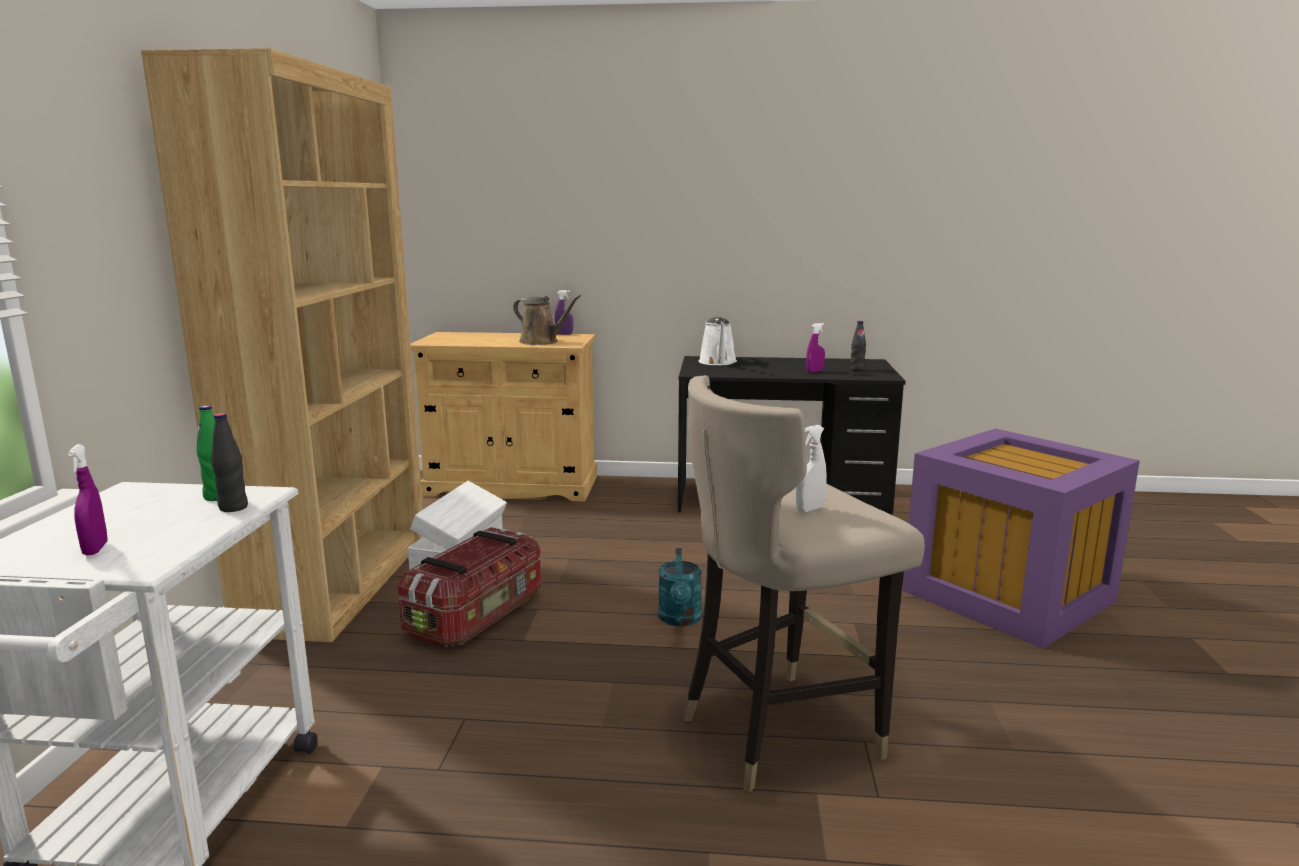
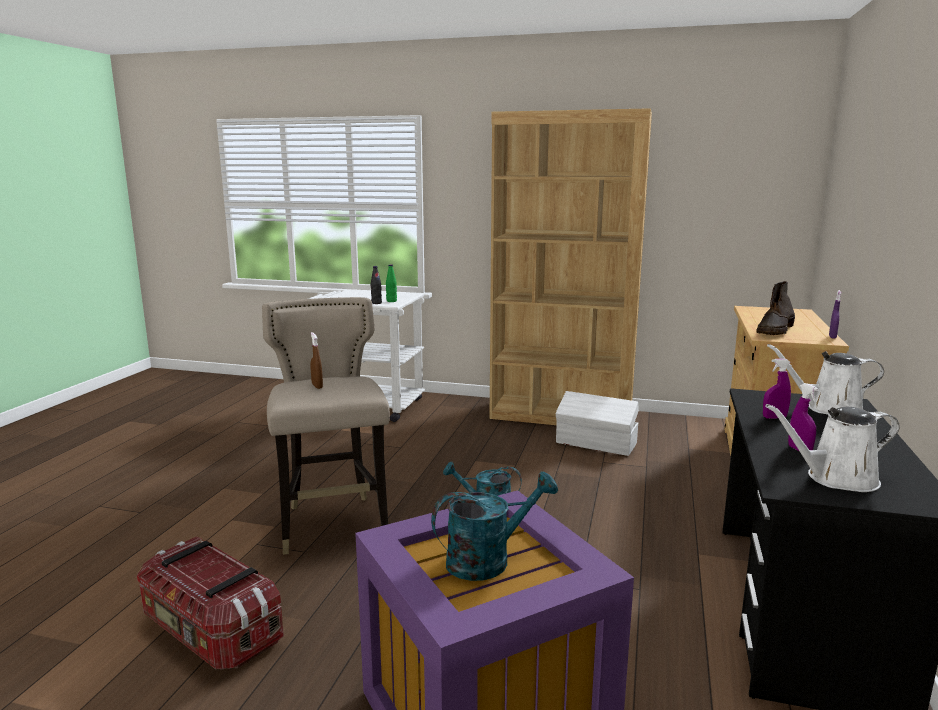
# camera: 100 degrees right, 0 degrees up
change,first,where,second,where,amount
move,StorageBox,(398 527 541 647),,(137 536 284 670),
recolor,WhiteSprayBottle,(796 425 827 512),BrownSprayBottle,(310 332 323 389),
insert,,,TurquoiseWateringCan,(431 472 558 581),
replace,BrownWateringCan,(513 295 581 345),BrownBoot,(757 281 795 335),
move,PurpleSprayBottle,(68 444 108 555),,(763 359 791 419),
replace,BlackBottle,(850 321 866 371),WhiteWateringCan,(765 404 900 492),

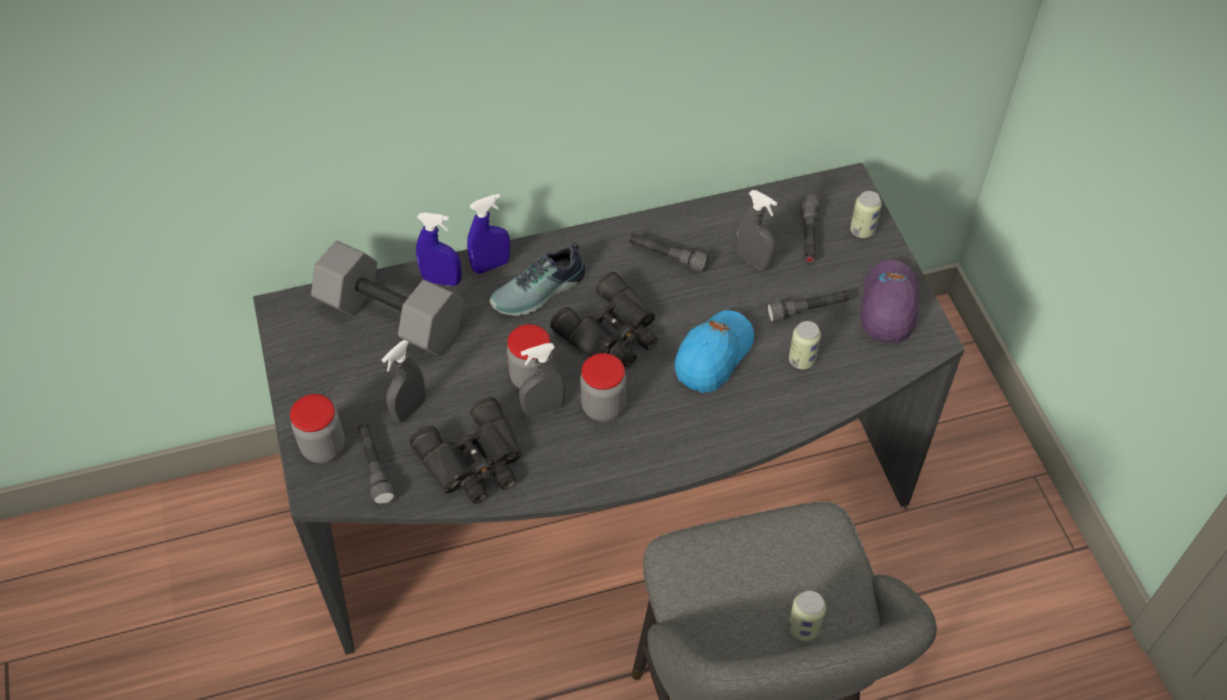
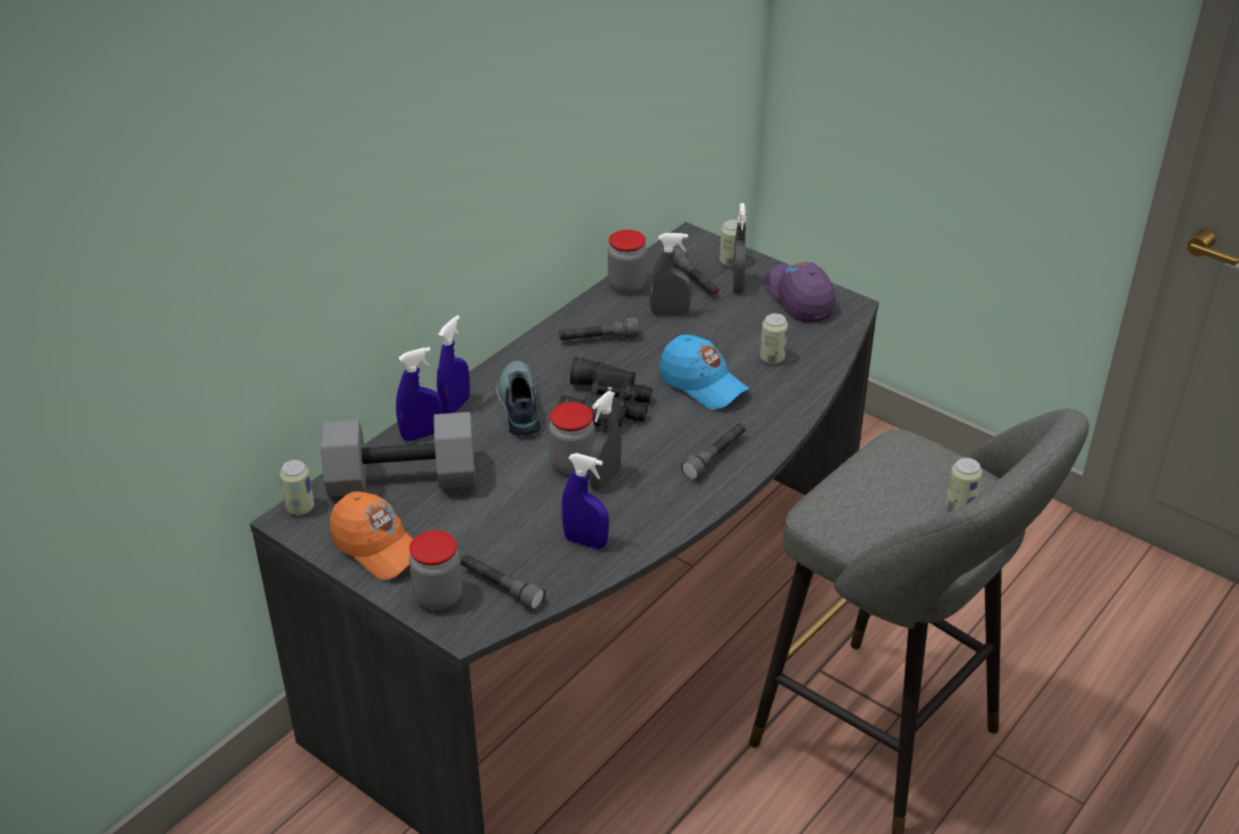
# camera: 35 degrees left, 15 degrees down
change,first,where,second,where,amount
insert,,,Can,(280 459 314 515),
insert,,,OrangeCap,(330 491 413 580),
rotate,Shoe,(489 242 586 316),,(496 361 541 436),150 degrees clockwise
replace,BlackBinoculars,(409 397 522 504),BlueSprayBottle,(561 453 609 549),
move,Jar,(580 353 626 422),,(608 230 647 294),
rotate,BlueCap,(674 310 754 393),,(660 335 749 409),135 degrees clockwise
move,GreyFlashlight,(766 291 850 323),,(681 423 745 480),
move,GreySprayBottle,(381 340 426 423),,(733 203 746 293),

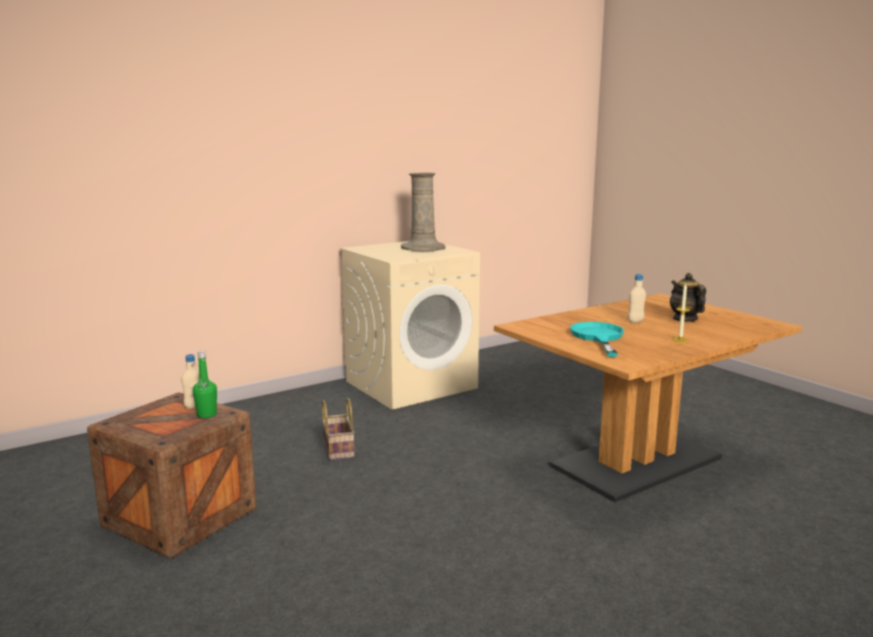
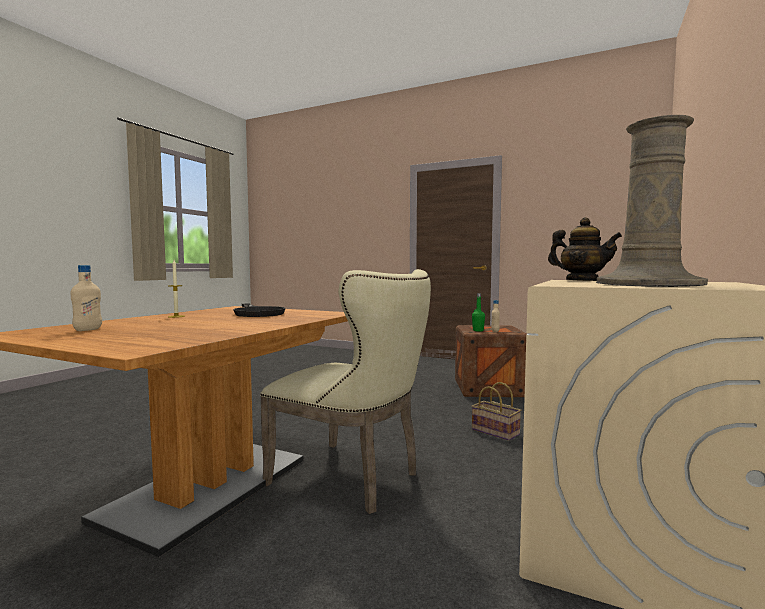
# camera: 150 degrees right, 10 degrees down
change,first,where,second,where,amount
move,BeigeBottle,(628 274 646 323),,(70 265 102 331),
recolor,TurquoiseFryingPan,(570 322 624 357),BlackFryingPan,(233 304 286 317),
insert,,,BeigeChair,(260 269 431 514),
move,Teapot,(670 273 706 322),,(548 217 622 281),

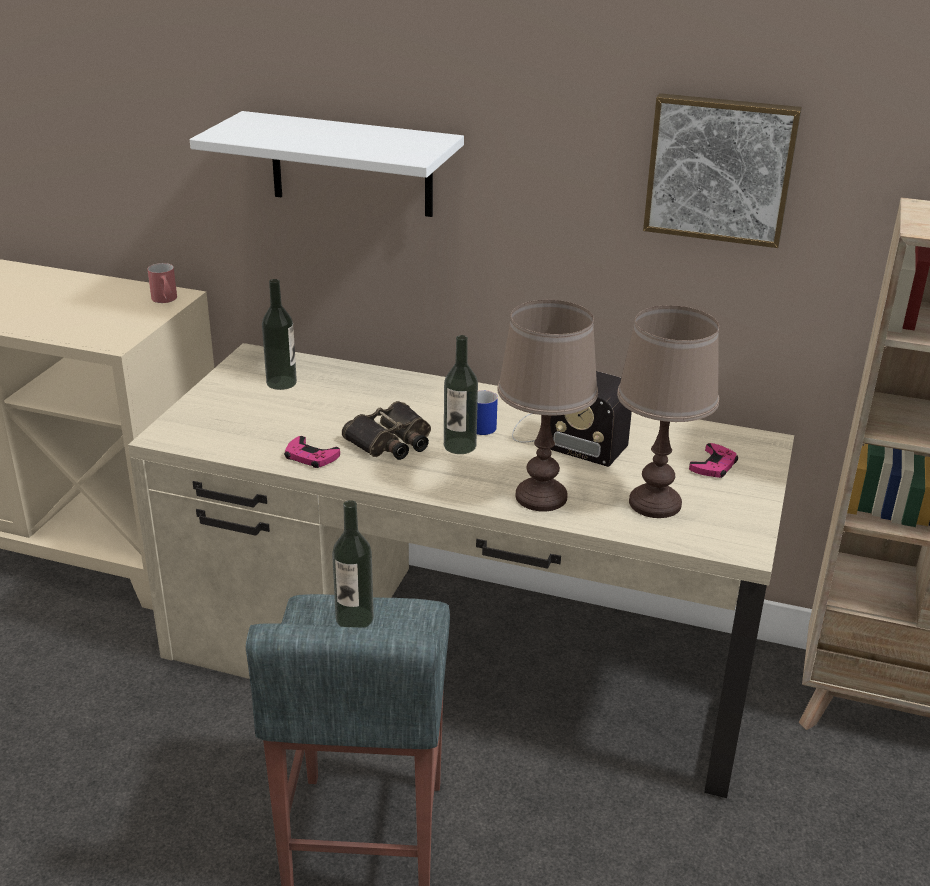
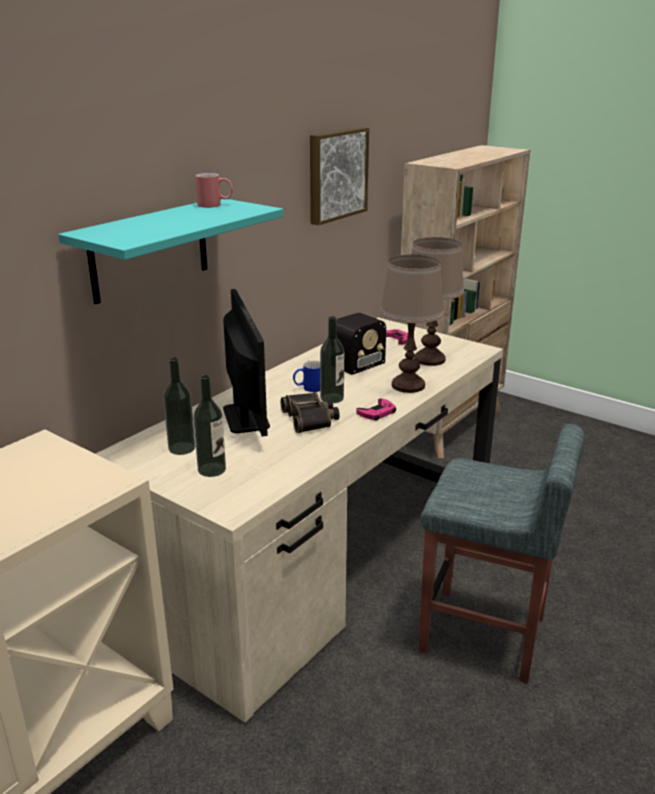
# camera: 70 degrees left, 5 degrees down
change,first,where,second,where,amount
recolor,WhiteShelf,(190 111 464 217),TurquoiseShelf,(58 199 283 304),
move,Bottle,(332 500 374 628),,(193 375 226 477),
move,RedMug,(147 263 177 303),,(195 173 233 208),
insert,,,Monitor,(223 289 270 436),
move,PinkGameController,(284 436 340 468),,(356 398 396 421),

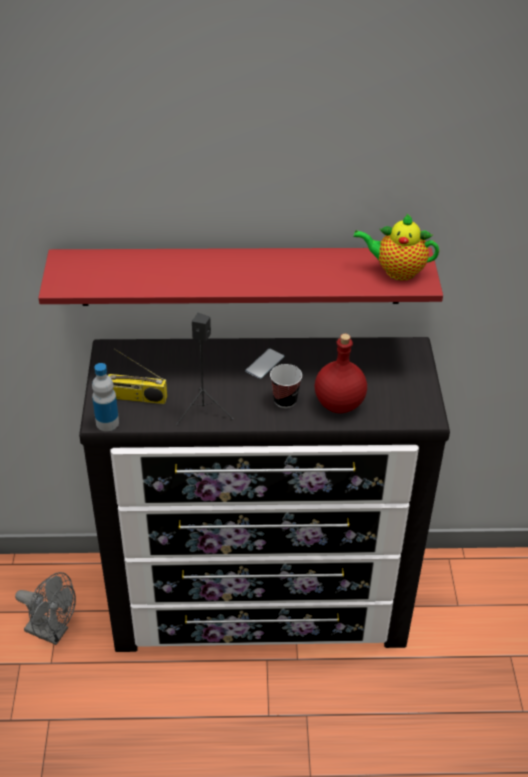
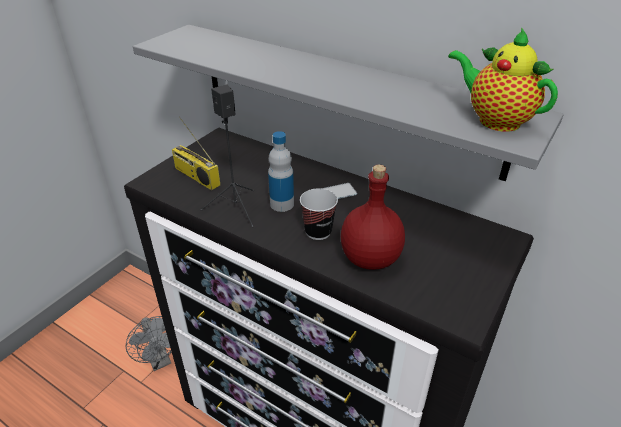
# camera: 35 degrees right, 5 degrees down
change,first,where,second,where,amount
recolor,RedShelf,(38 248 443 306),GreyShelf,(133 25 564 181),
move,Bottle,(92 363 119 431),,(268 131 294 212),

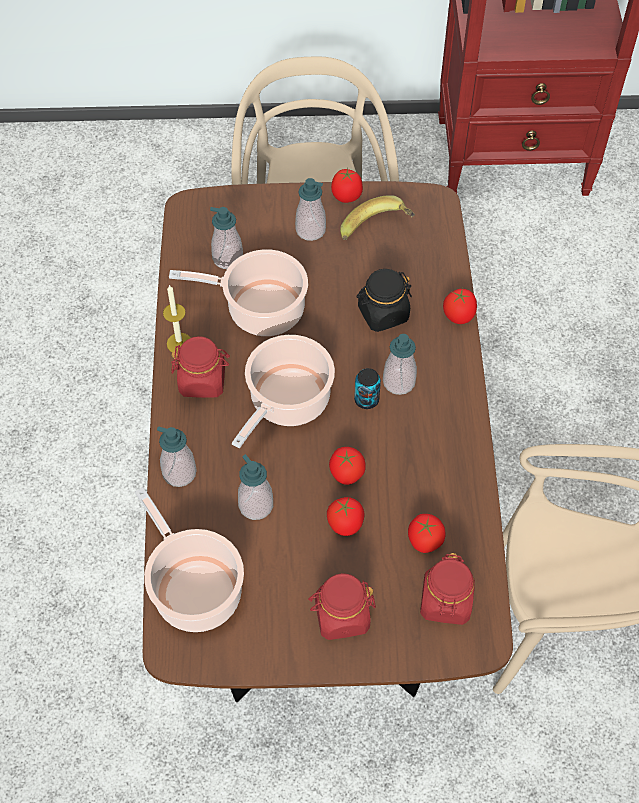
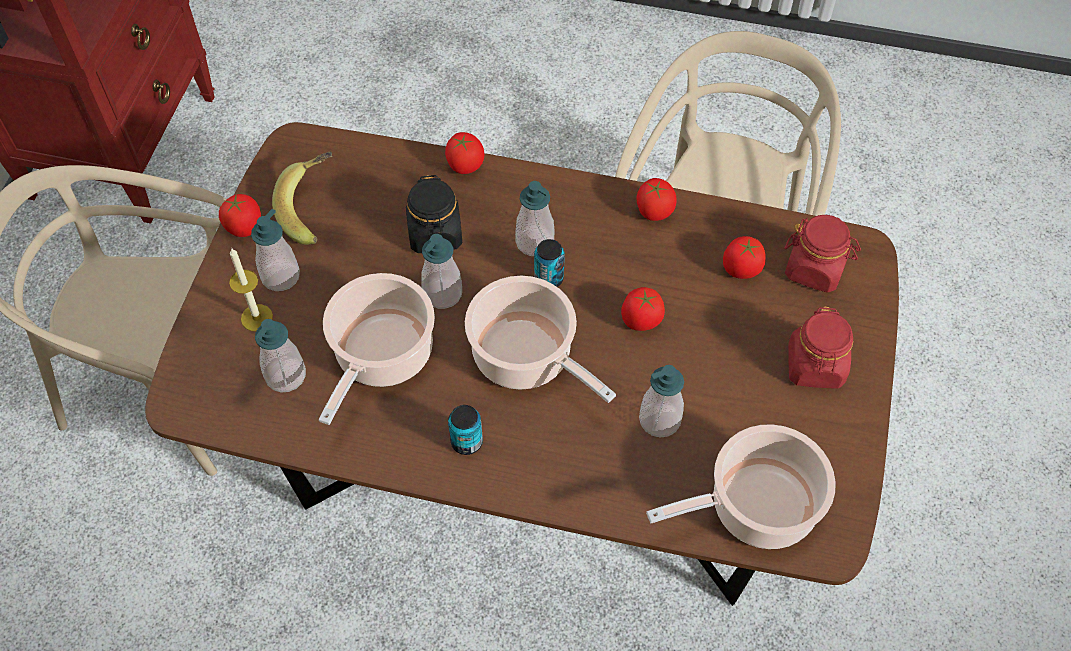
# camera: 75 degrees left, 0 degrees up
change,first,where,second,where,amount
move,Candle,(163 285 190 352),,(229 248 273 331),
move,SoapDispenser,(157 426 197 487),,(421 234 462 309),
replace,RedJar,(171 336 230 398),Can,(448 405 483 455),
move,Tomato,(327 497 365 536),,(637 178 676 221),

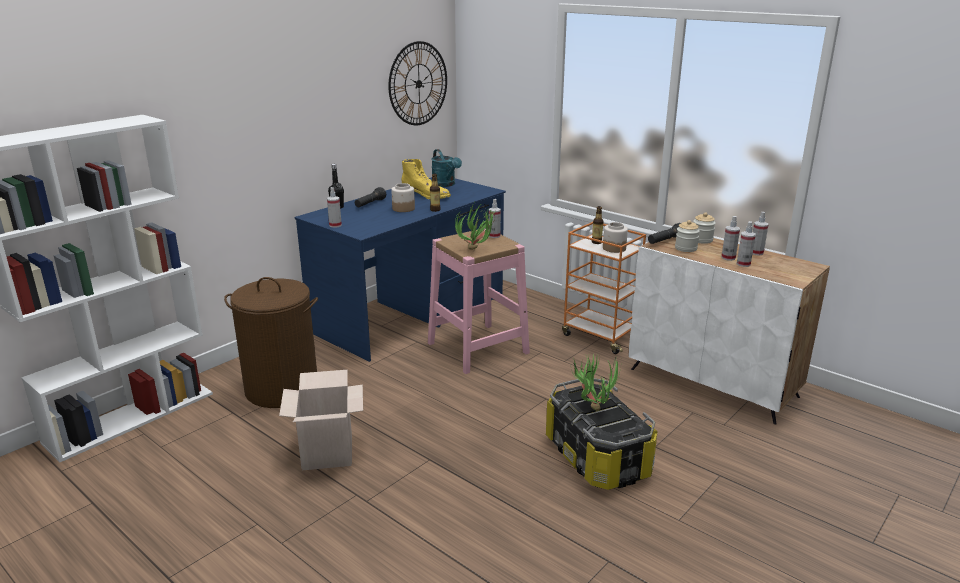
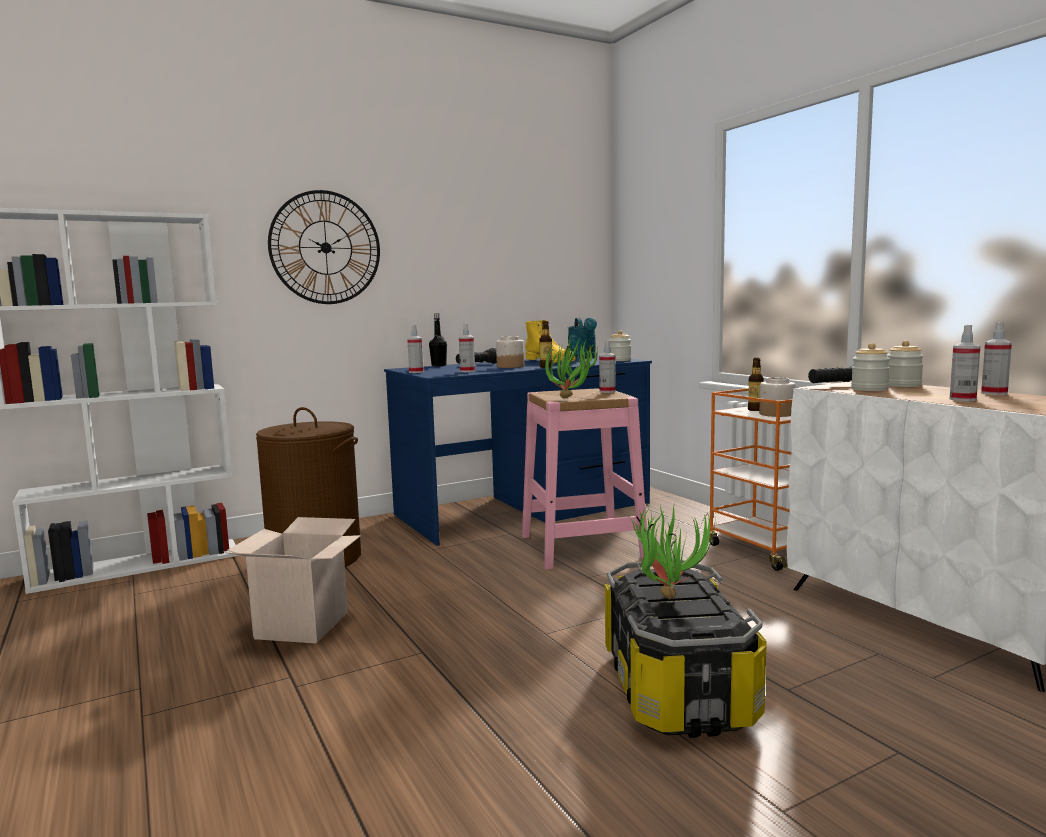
# camera: 20 degrees right, 15 degrees down
change,first,where,second,where,amount
move,WallClock,(388 41 447 125),,(268 190 380 304),
move,SprayBottle,(721 216 740 261),,(459 324 475 372),
insert,,,Jar,(609 330 631 361),

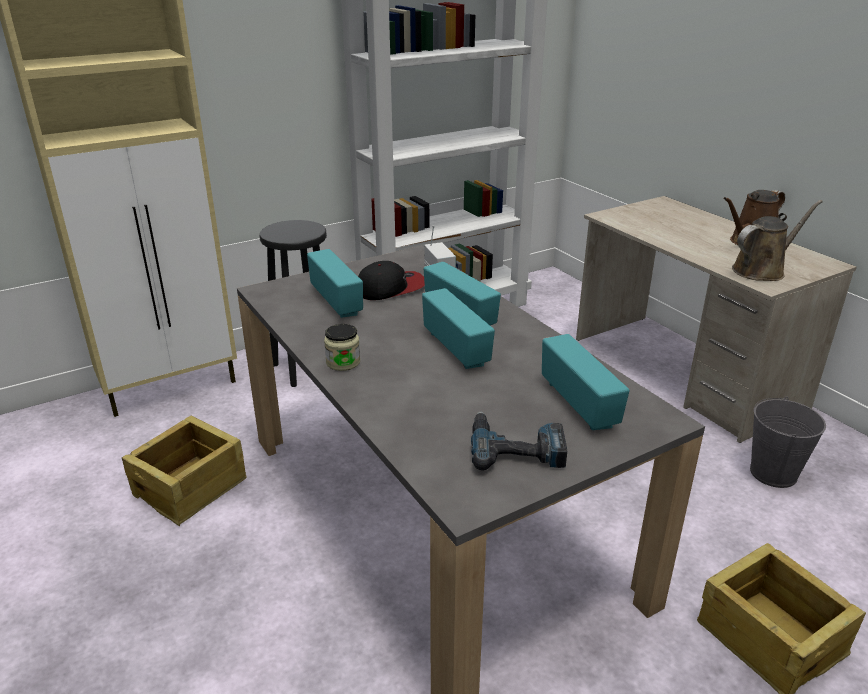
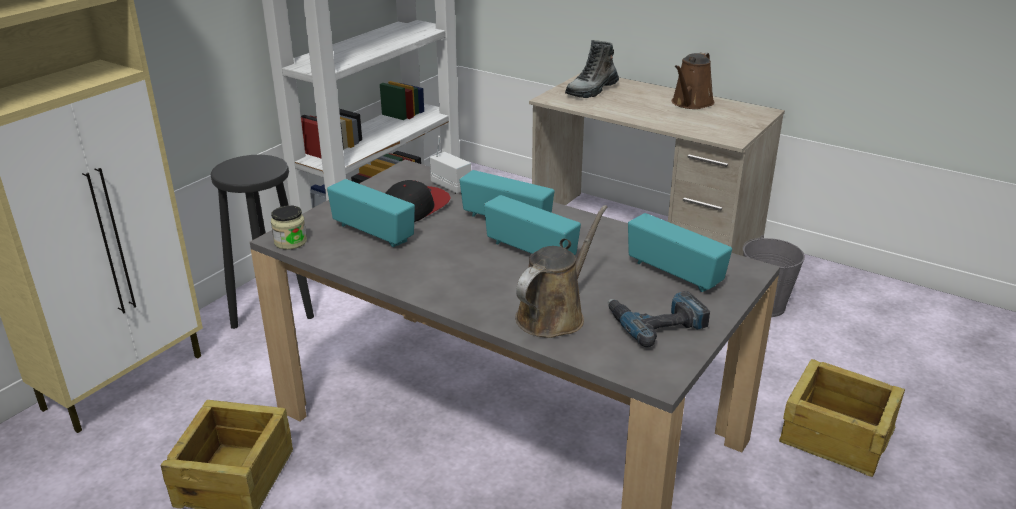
# camera: 25 degrees left, 0 degrees up
change,first,where,second,where,amount
move,Jar,(324 324 360 371),,(271 205 307 250),
move,BrownWateringCan,(732 200 823 281),,(515 205 608 338),
insert,,,Boot,(565 40 619 98),

